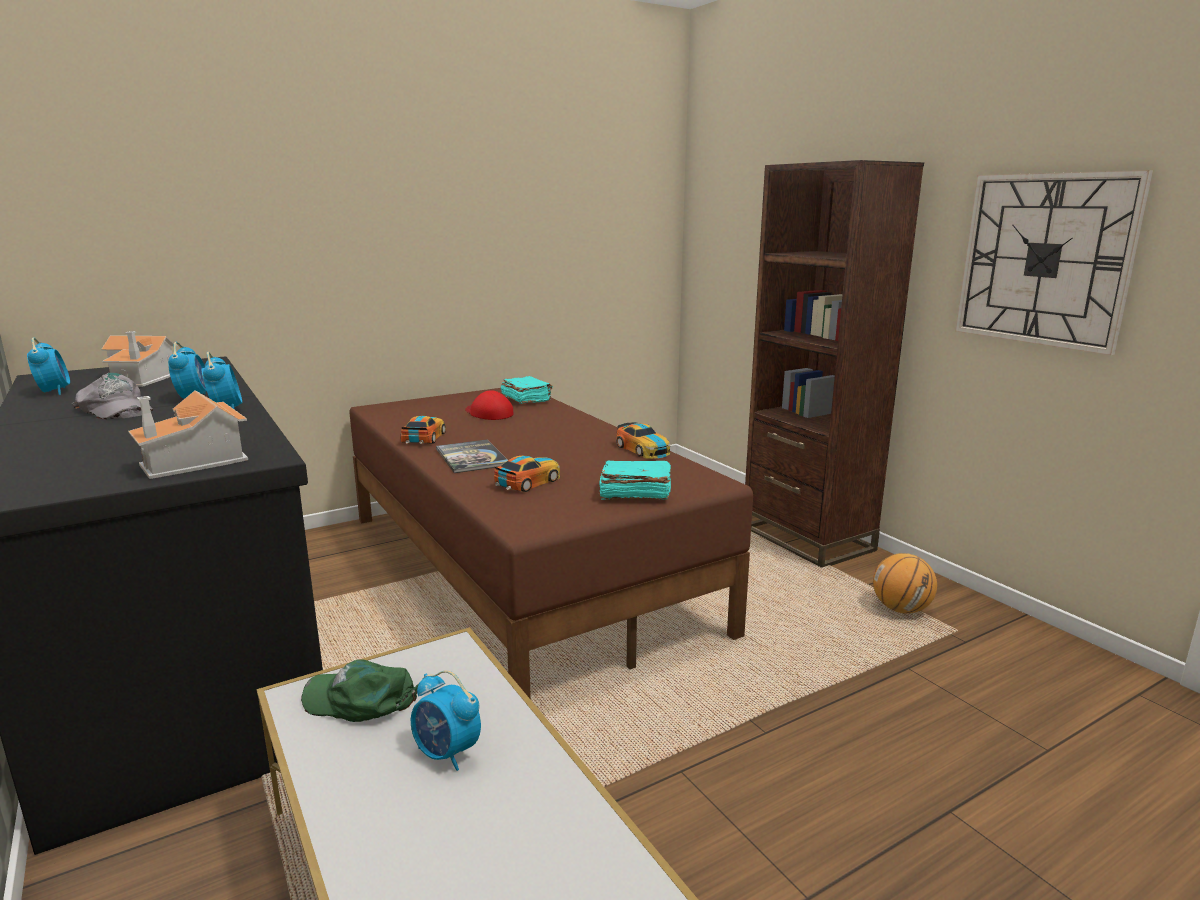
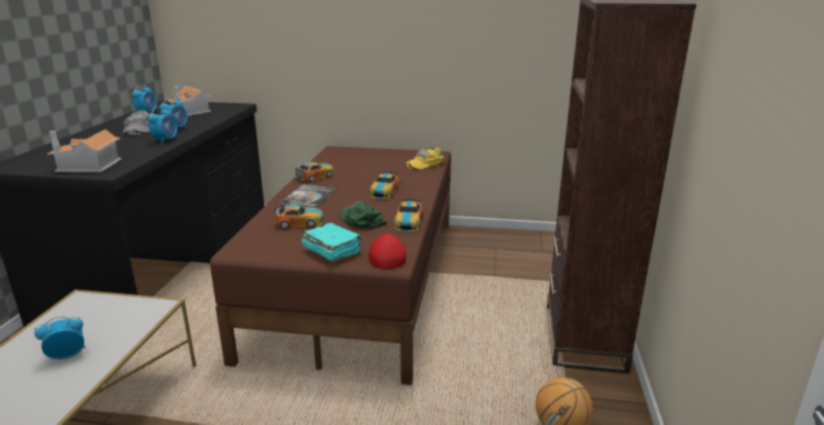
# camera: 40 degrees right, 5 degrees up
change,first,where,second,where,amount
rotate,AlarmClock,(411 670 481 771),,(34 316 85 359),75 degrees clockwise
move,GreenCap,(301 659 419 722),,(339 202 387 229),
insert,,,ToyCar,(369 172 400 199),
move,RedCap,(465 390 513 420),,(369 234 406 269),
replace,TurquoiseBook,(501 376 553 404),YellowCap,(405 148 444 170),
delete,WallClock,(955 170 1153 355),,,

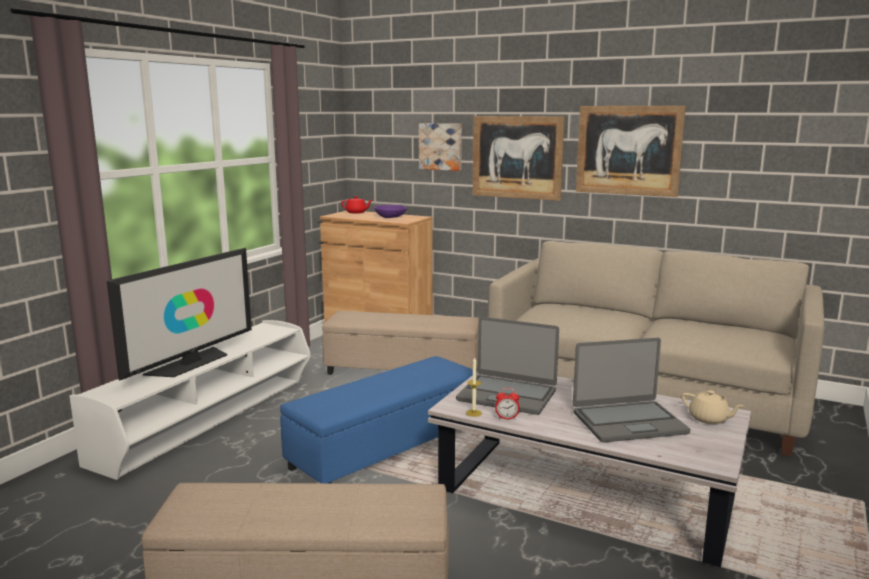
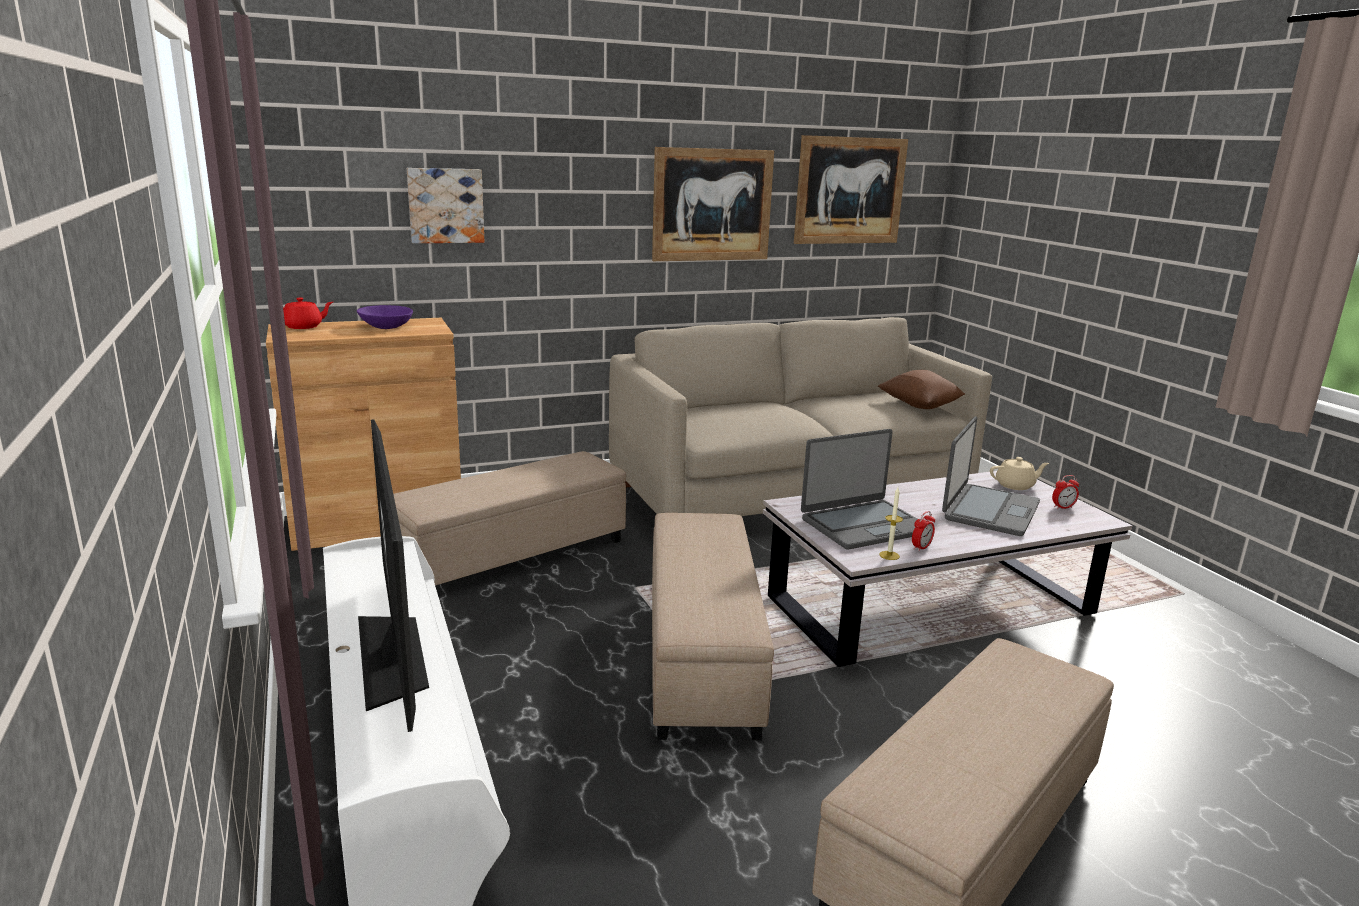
# camera: 50 degrees left, 5 degrees up
change,first,where,second,where,amount
recolor,BlueOttoman,(280 356 477 483),BeigeOttoman,(652 513 774 741),
move,Picture,(473 116 565 201),,(794 135 908 244),
insert,,,BrownPillow,(878 370 965 409),
insert,,,AlarmClock,(1052 475 1079 509),

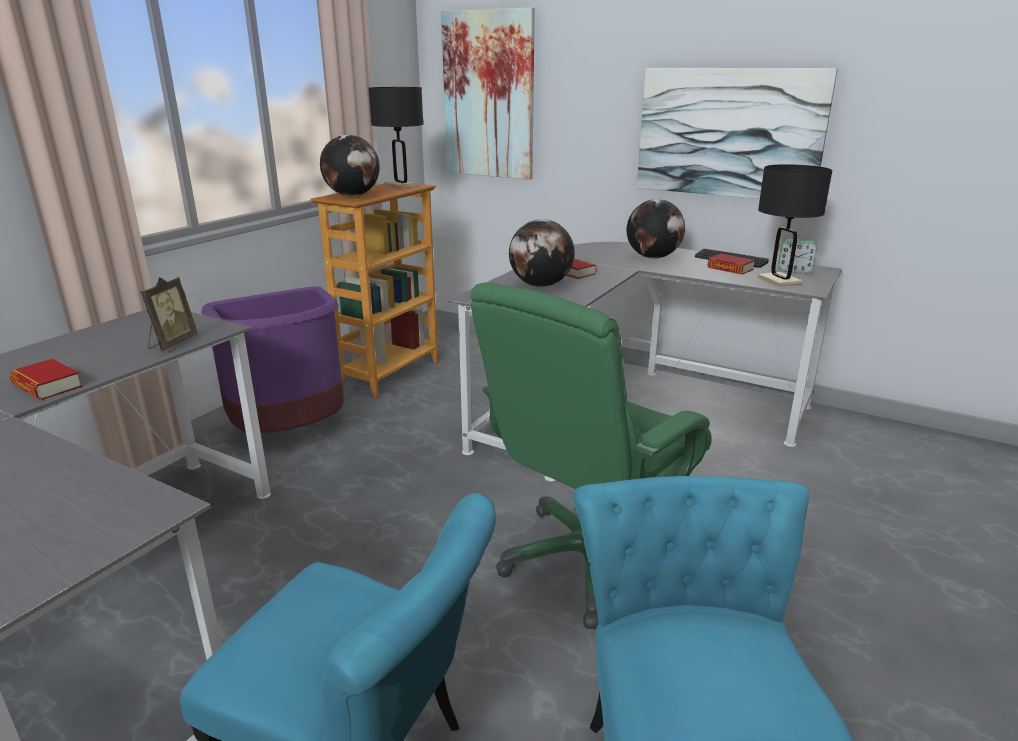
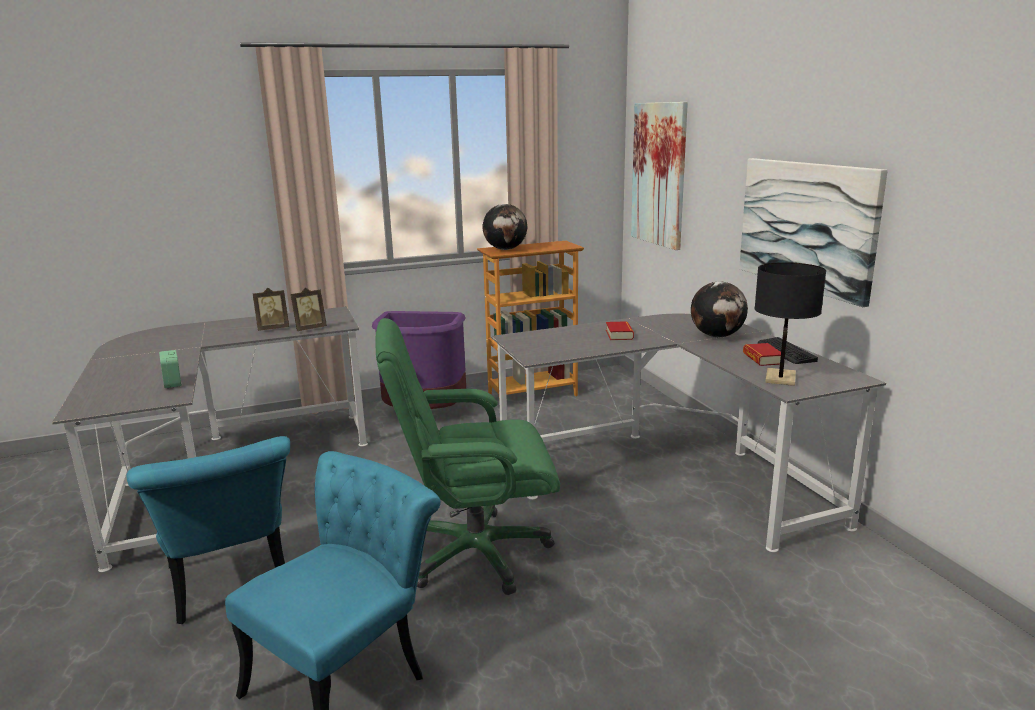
# camera: 40 degrees right, 5 degrees down
change,first,where,second,where,amount
move,AlarmClock,(778 239 817 274),,(159 350 181 388),
insert,,,PictureFrame,(253 288 289 331),
delete,Book,(9 359 82 400),,,
delete,BlackTableLamp,(368 87 423 189),,,
delete,Globe,(509 219 575 287),,,

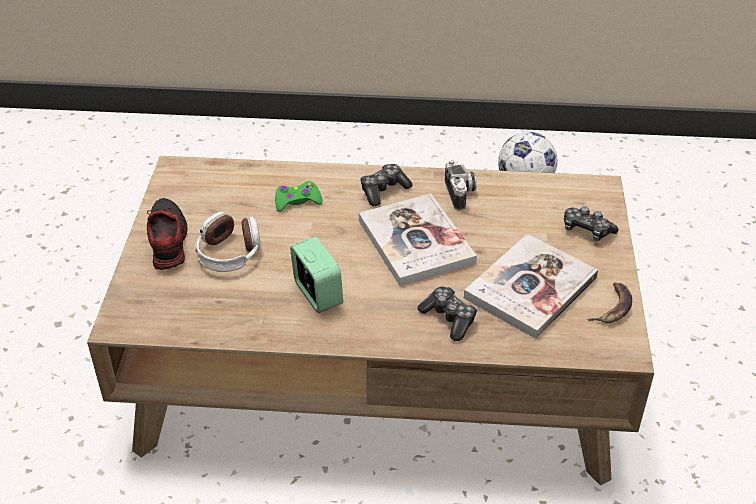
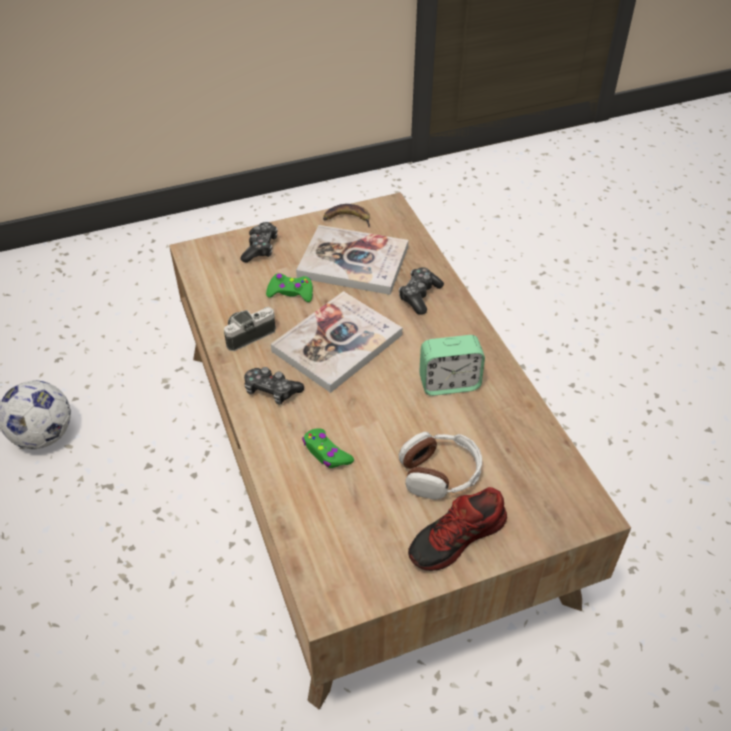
# camera: 115 degrees left, 5 degrees up
change,first,where,second,where,amount
insert,,,GreenGameController,(266 273 313 302),
rotate,AlarmClock,(290 237 343 313),,(419 335 485 396),135 degrees counterclockwise

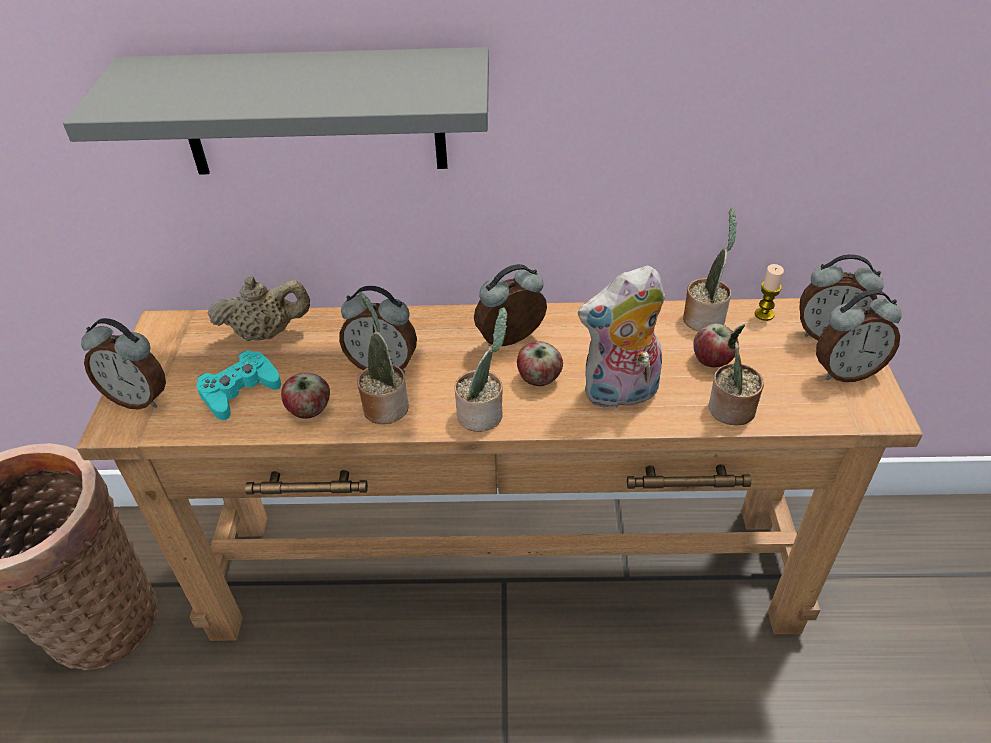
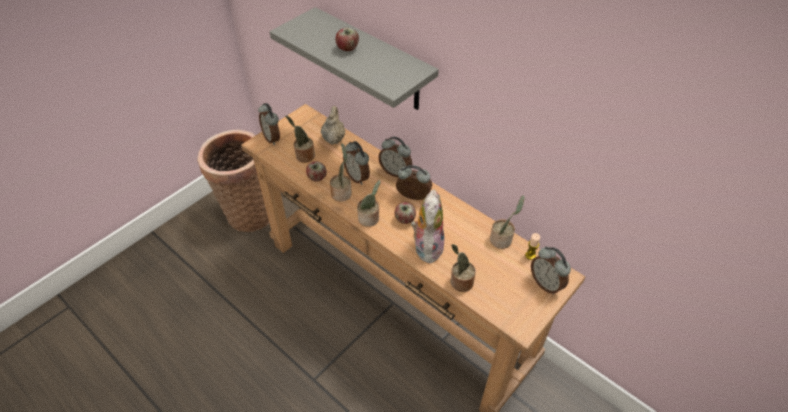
# camera: 40 degrees right, 5 degrees up
change,first,where,second,where,amount
replace,TurquoiseGameController,(196 350 281 420),PottedPlant,(285 116 315 162),
rotate,BeigeTeapot,(208 276 310 341),,(321 106 345 145),120 degrees counterclockwise
move,Apple,(693 323 739 367),,(336 28 359 51),
move,AlarmClock,(816 290 902 382),,(379 137 412 177),
rotate,PlushToy,(578 265 665 410),,(411 190 444 263),75 degrees clockwise

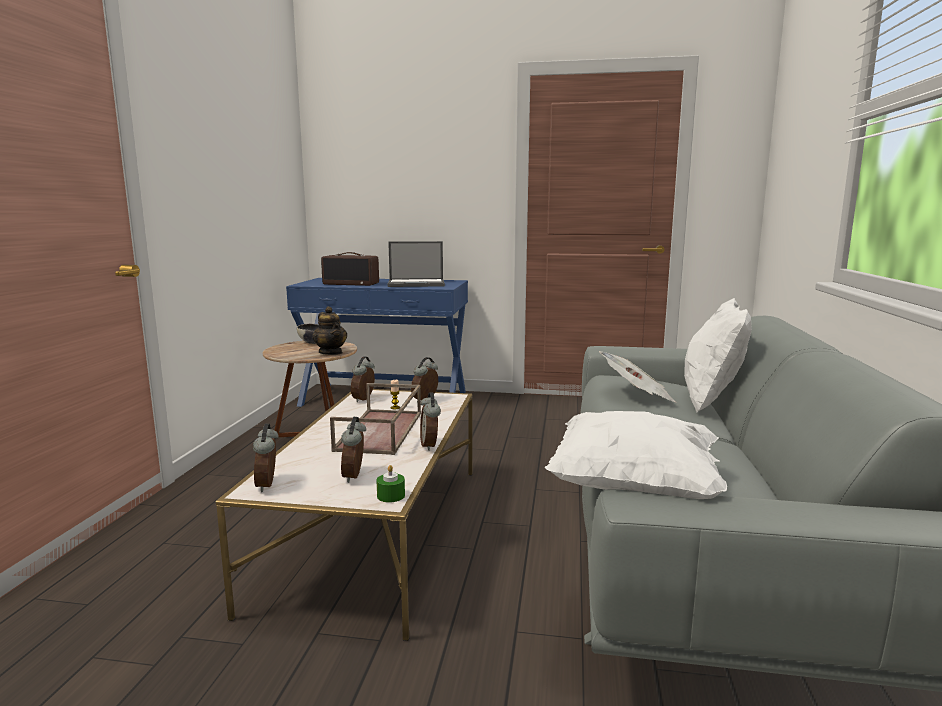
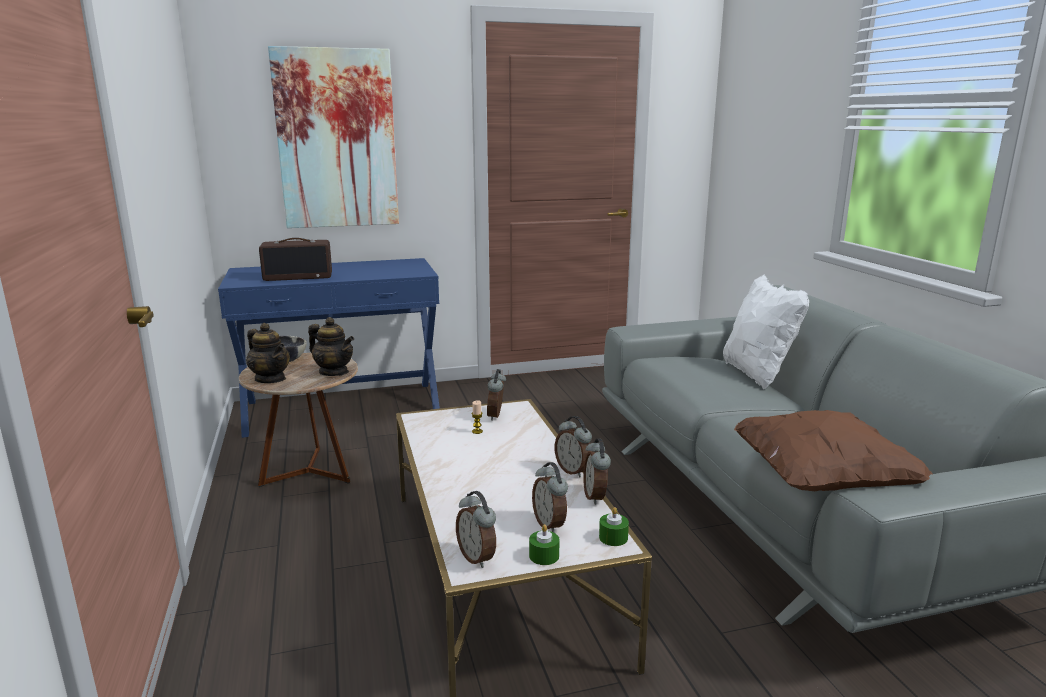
# camera: 25 degrees left, 5 degrees up
change,first,where,second,where,amount
insert,,,Teapot,(246 323 290 383),
insert,,,Picture,(268 46 399 228),
insert,,,GreenCandle,(529 524 560 565),
move,AlarmClock,(351 356 375 402),,(583 438 611 505),
recolor,WhitePillow,(545 411 727 499),BrownPillow,(734 410 933 491),
delete,BrownTray,(330 383 421 455),,,
delete,Laptop,(388 241 445 287),,,
delete,Newspaper,(599 351 676 402),,,

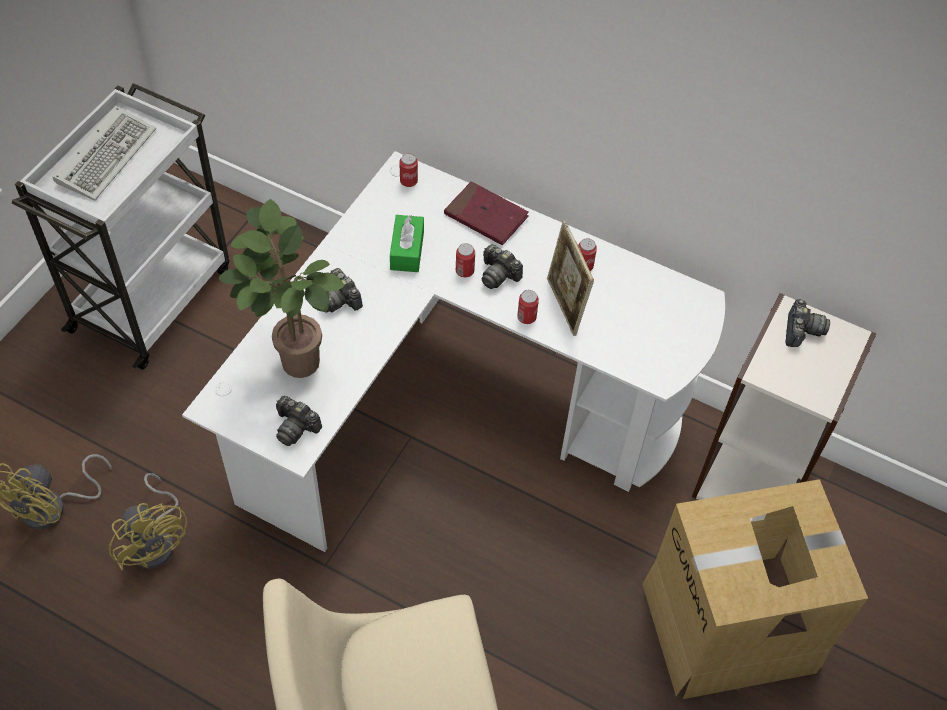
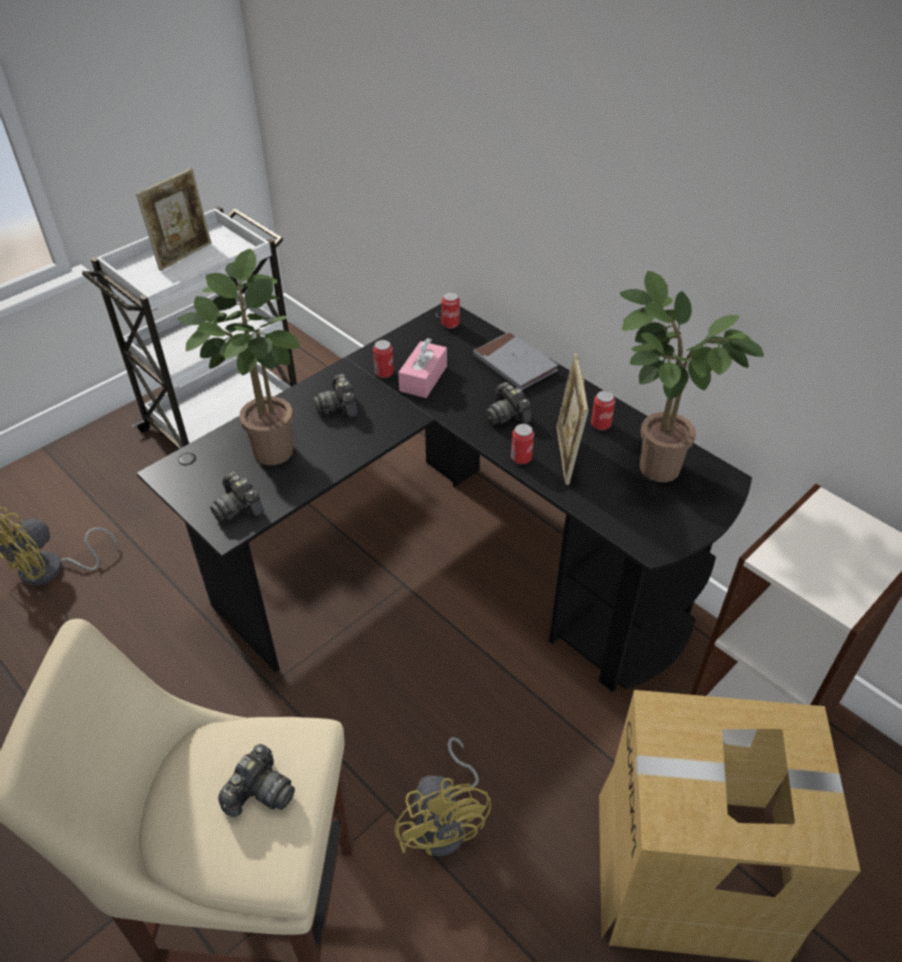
# camera: 20 degrees right, 10 degrees down
change,first,where,second,where,amount
replace,Keyboard,(53 106 156 201),PictureFrame,(136 168 211 271),
recolor,WhiteDesk,(182 151 725 552),BlackDesk,(137 304 752 692),
move,PhotoCamera,(785 299 830 347),,(218 744 295 817),
move,Can,(456 243 475 277),,(373 340 394 378),
move,YellowFan,(109 473 187 570),,(394 737 491 857),
recolor,GreenTissueBox,(390 215 424 272),PinkTissueBox,(398 338 447 398),
recolor,RedBook,(444 181 529 245),GreyBook,(473 332 558 390),
insert,,,PottedPlant,(620 271 764 482),

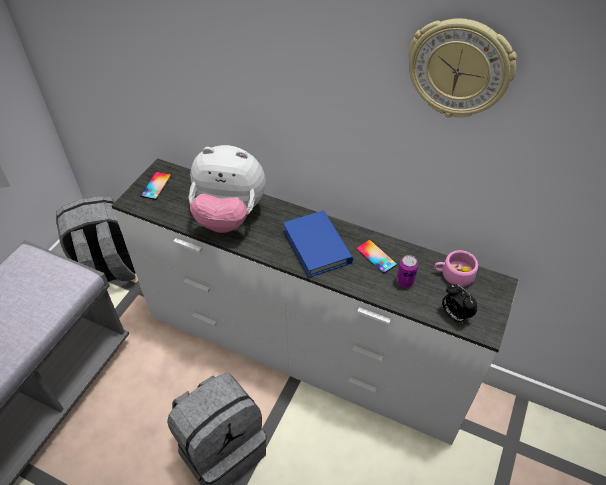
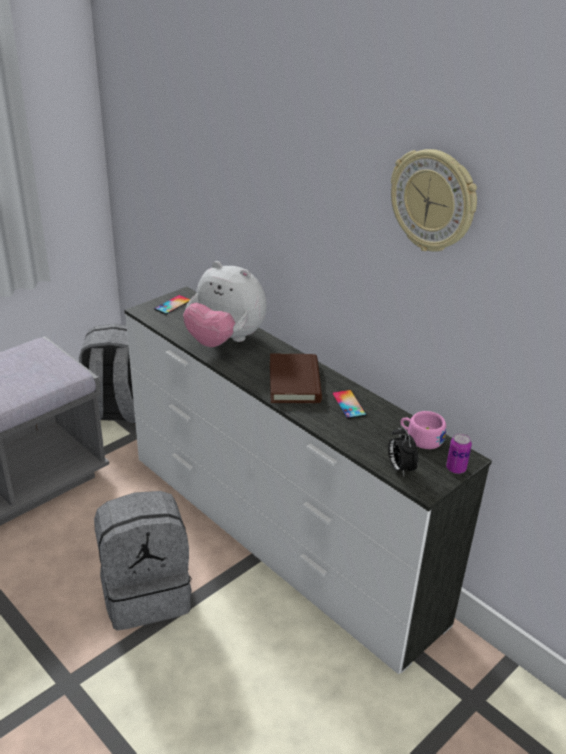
# camera: 20 degrees right, 15 degrees down
change,first,where,second,where,amount
recolor,BlueBook,(283 211 353 278),BrownBook,(270 354 322 403),
move,Can,(396 255 418 288),,(446 433 472 474),

